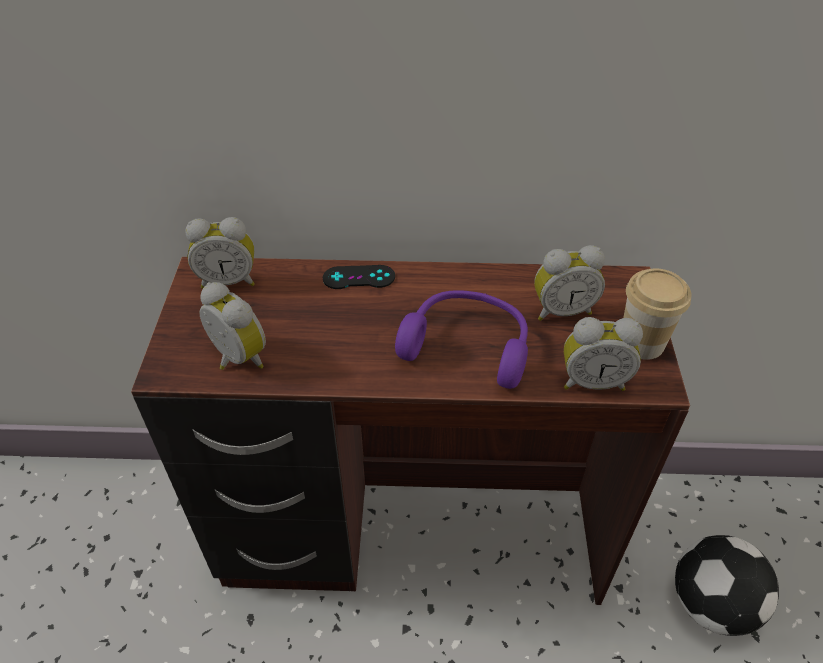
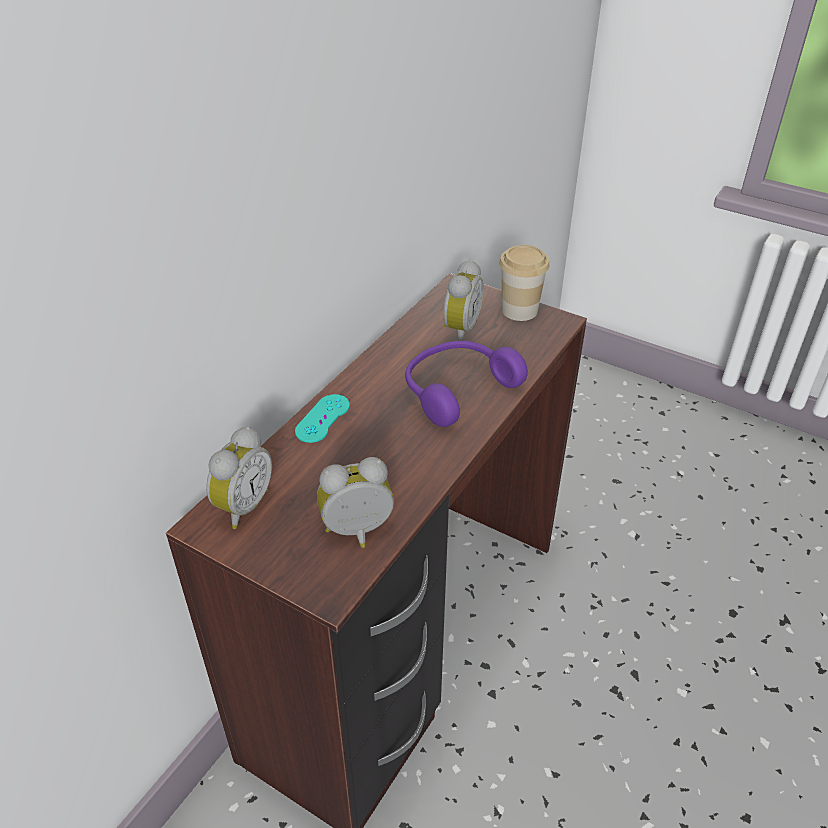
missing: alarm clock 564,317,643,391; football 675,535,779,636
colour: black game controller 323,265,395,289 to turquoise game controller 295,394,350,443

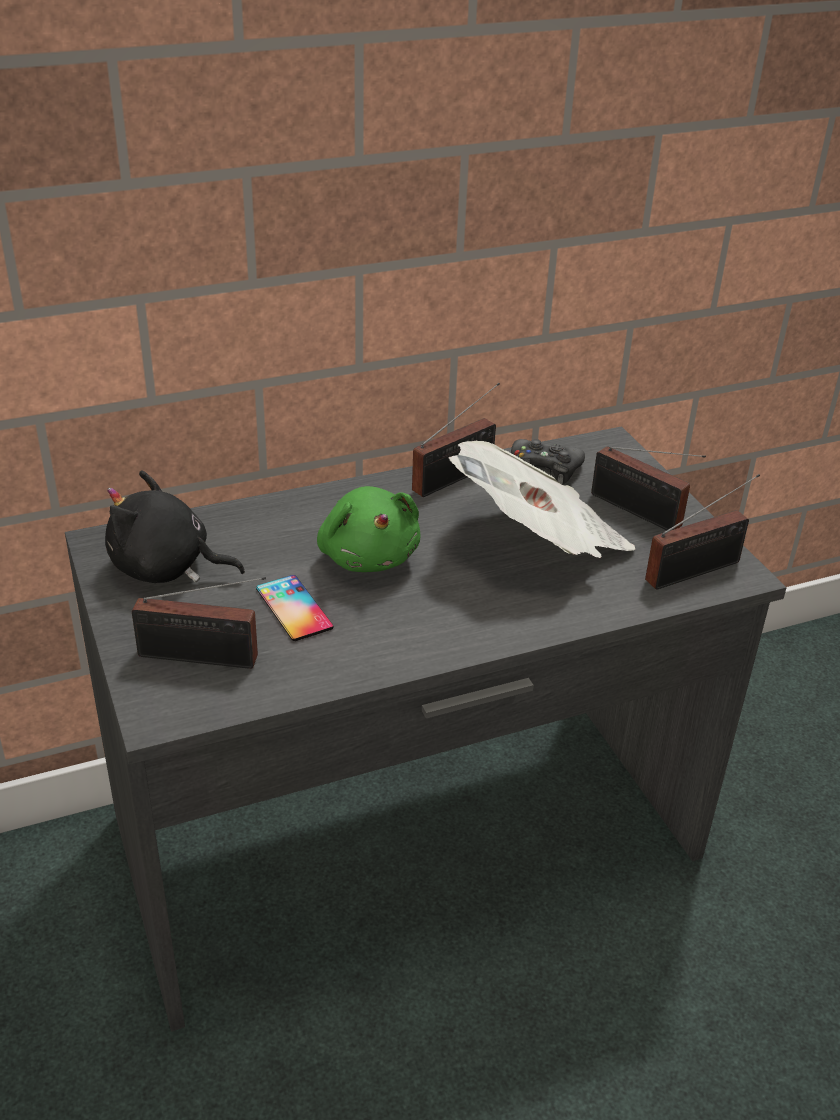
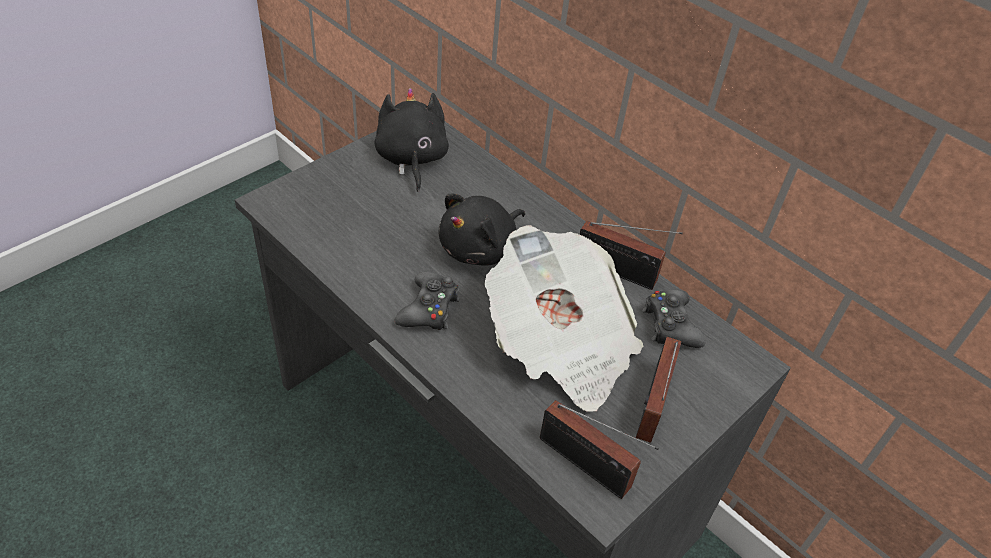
missing: radio 132,577,266,669; phone 256,575,333,641
appeared: black game controller 395,272,460,330
colour: green plush toy 317,486,421,572 to black plush toy 438,193,525,266

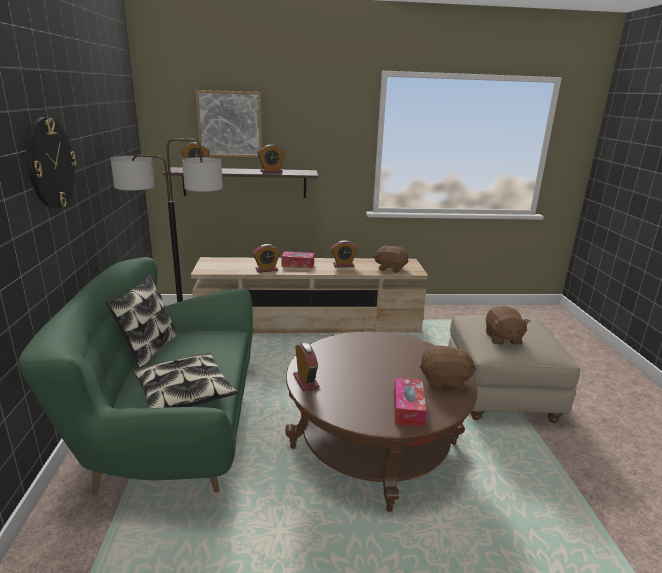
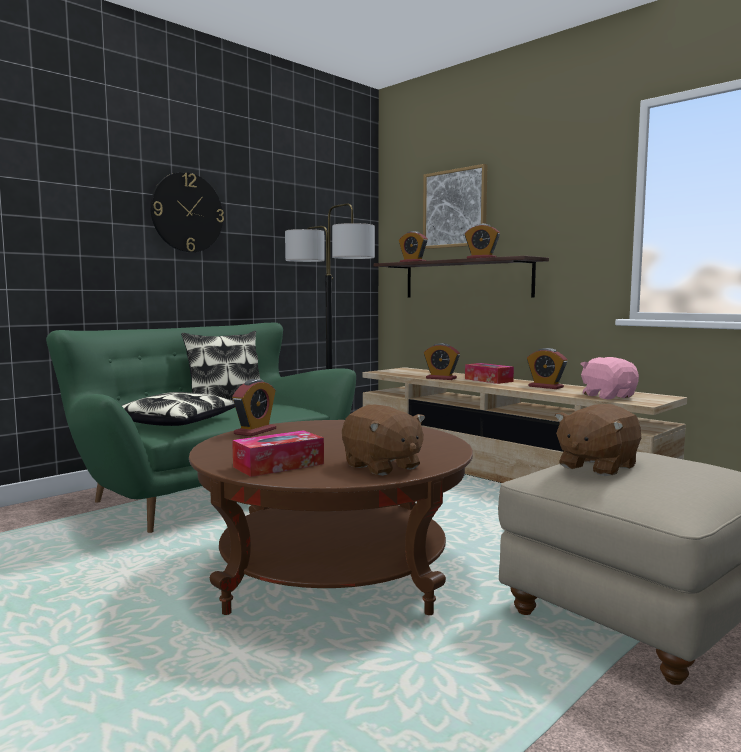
colour: brown plush toy 373,245,408,273 to pink plush toy 581,357,639,399

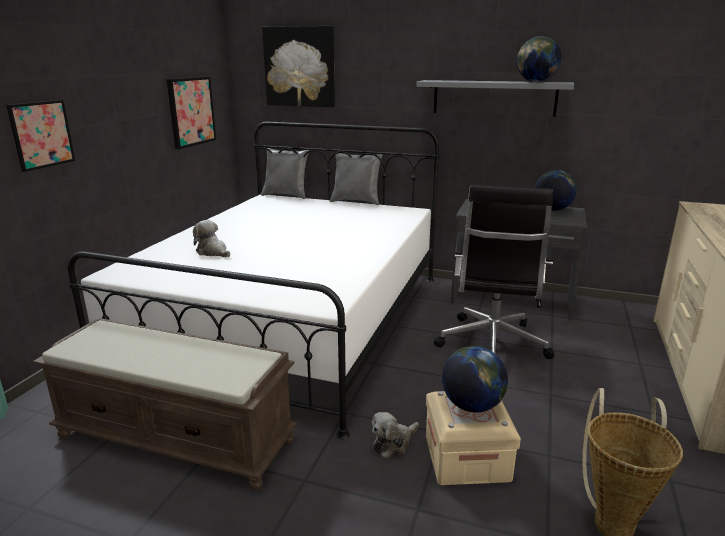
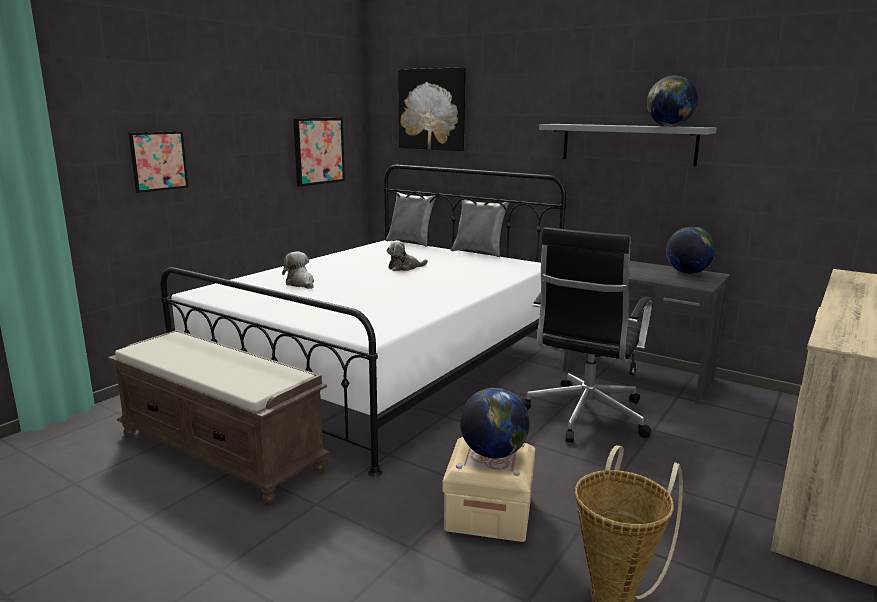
relocated: plush toy 372,412,419,458 to 387,240,428,271

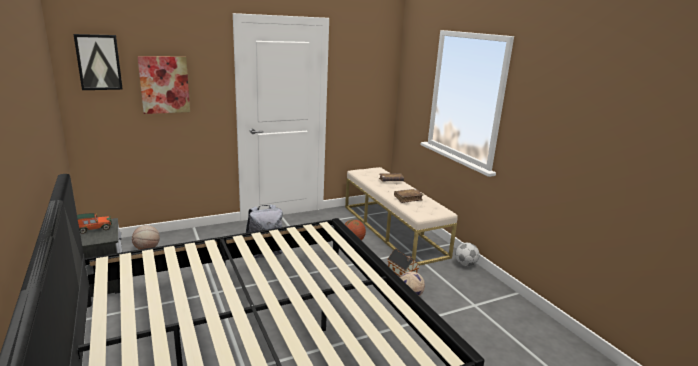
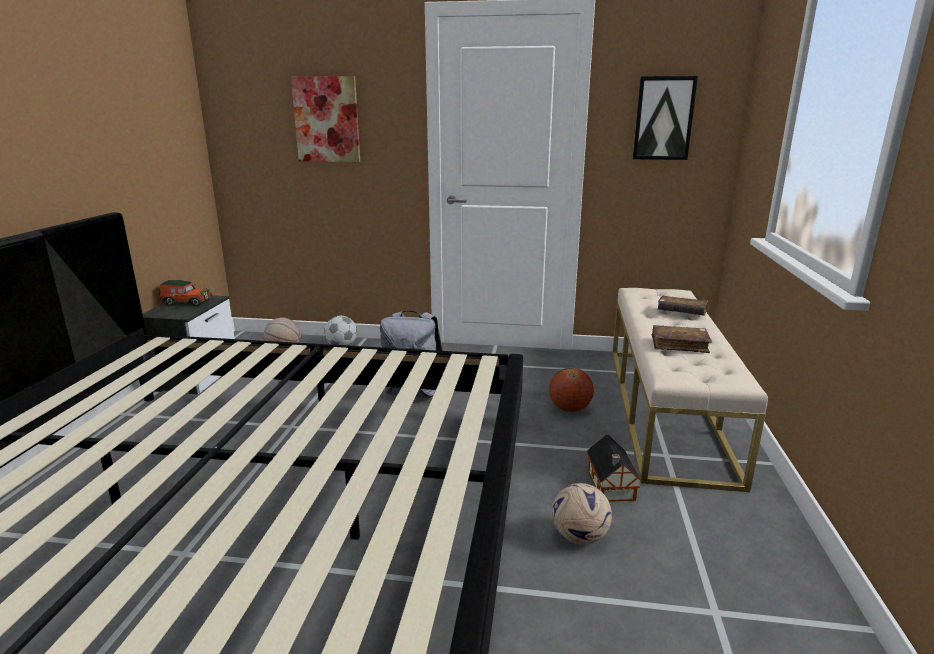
relocated: picture 73,34,123,90 to 633,76,698,160; football 455,243,479,266 to 324,316,357,346

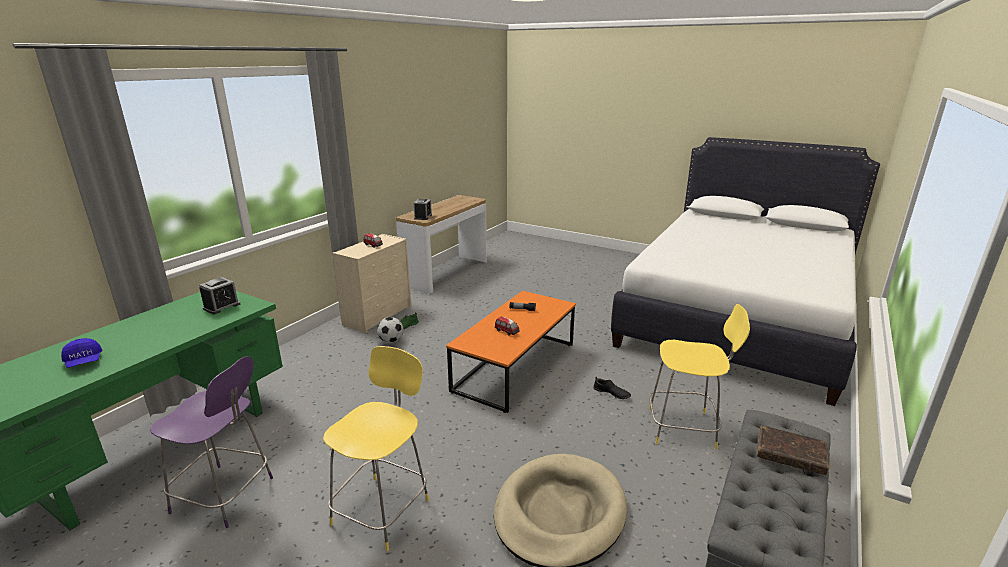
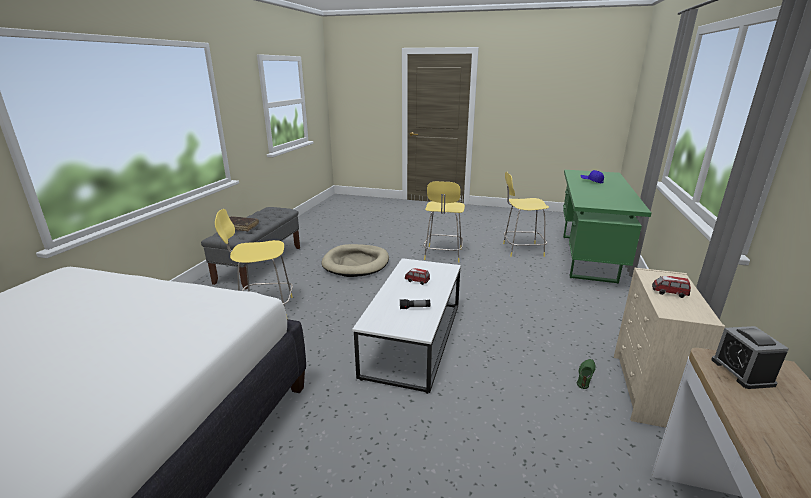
missing: alarm clock 199,277,240,314; football 377,317,404,343; black shoe 593,377,631,399
colour: purple stool 150,356,273,528 to yellow stool 503,171,549,257; orange coffee table 446,291,576,413 to white coffee table 352,258,461,394

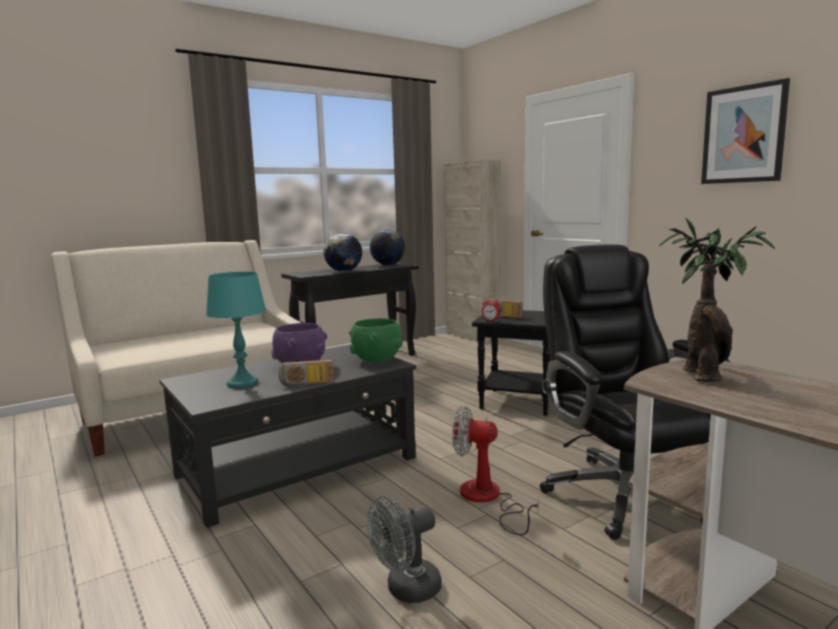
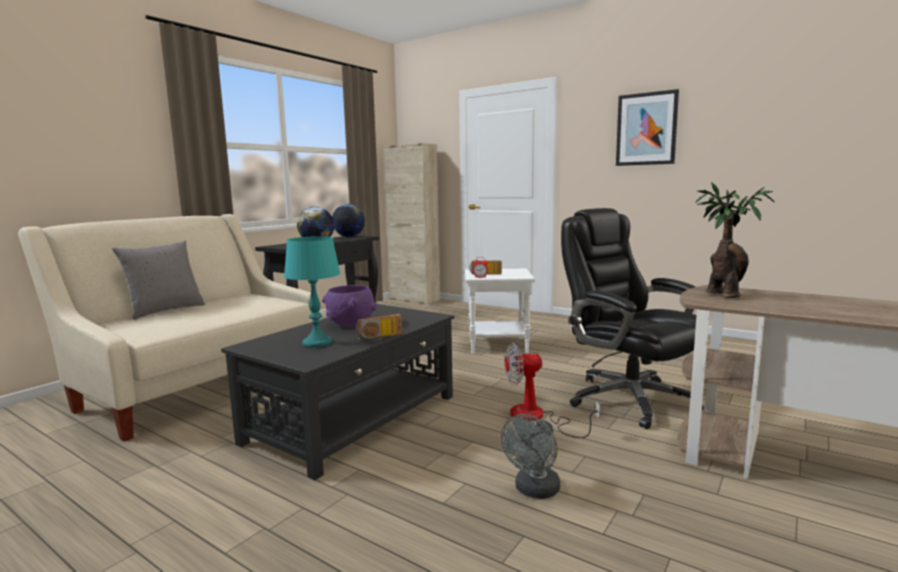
missing: green bowl 349,318,403,363
appeared: grey pillow 112,241,205,320
colour: black side table 472,310,549,416 to white side table 465,269,535,354

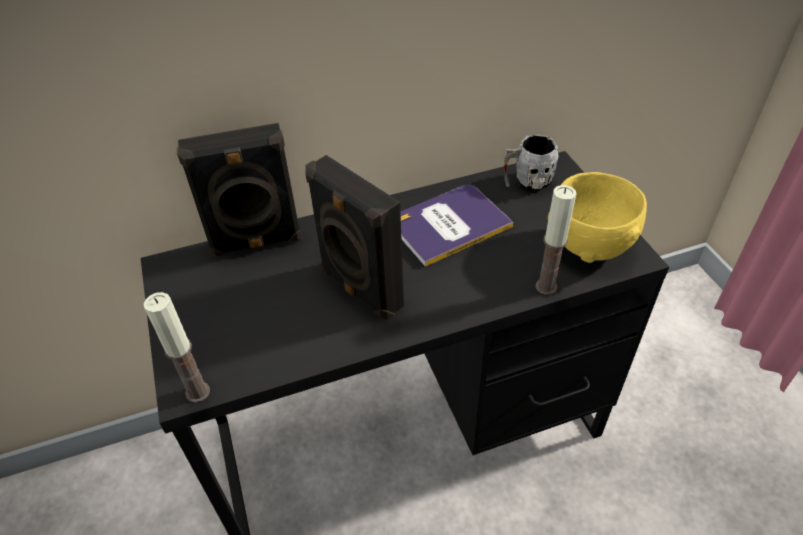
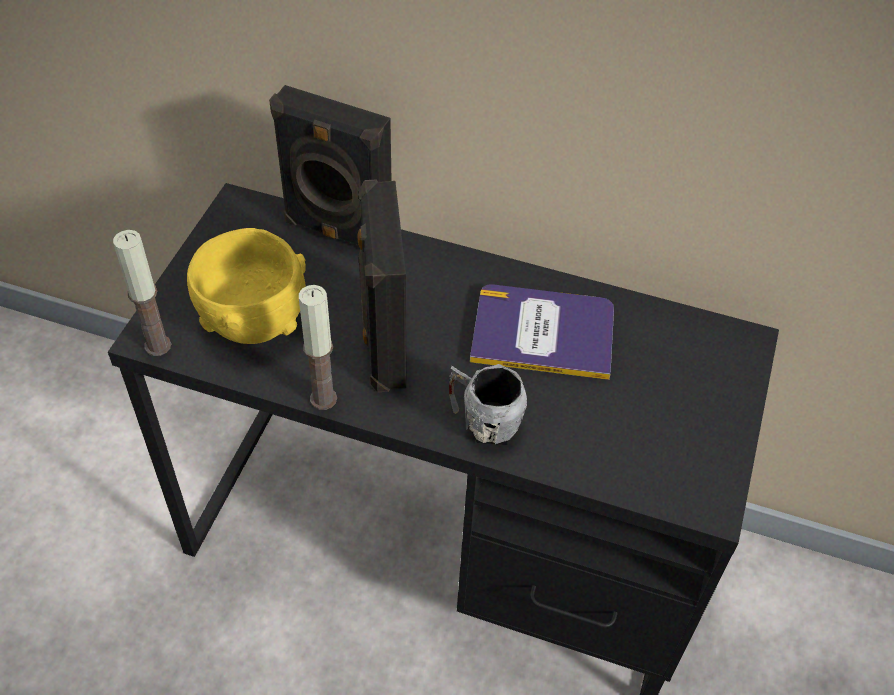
relocated: grey mug 504,135,558,192 to 449,364,527,445; candle 536,185,577,295 to 299,285,337,410; yellow bowl 548,172,647,263 to 187,228,306,344

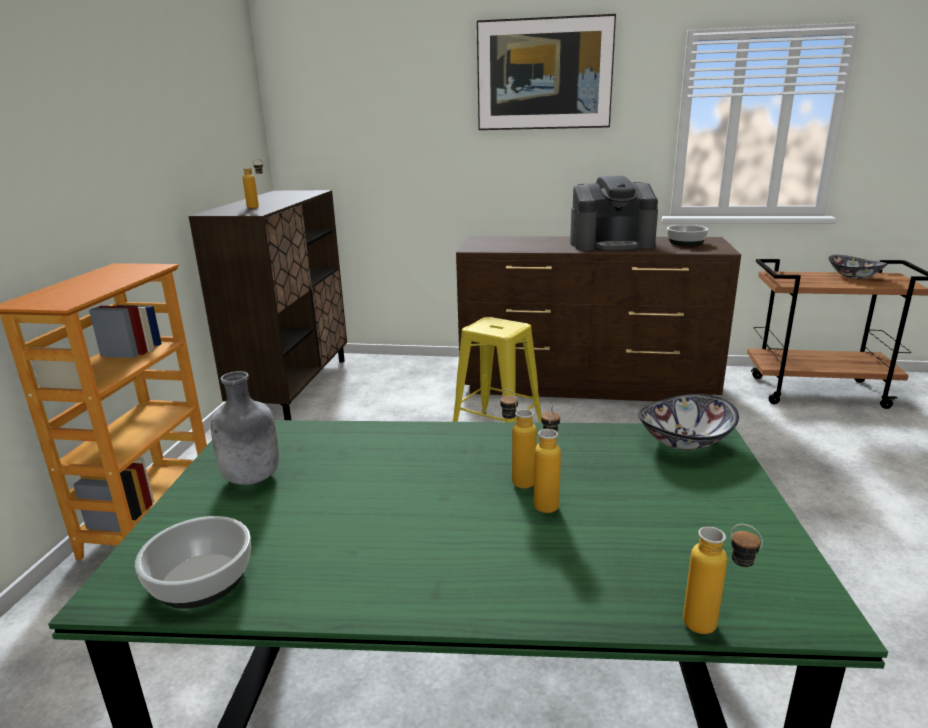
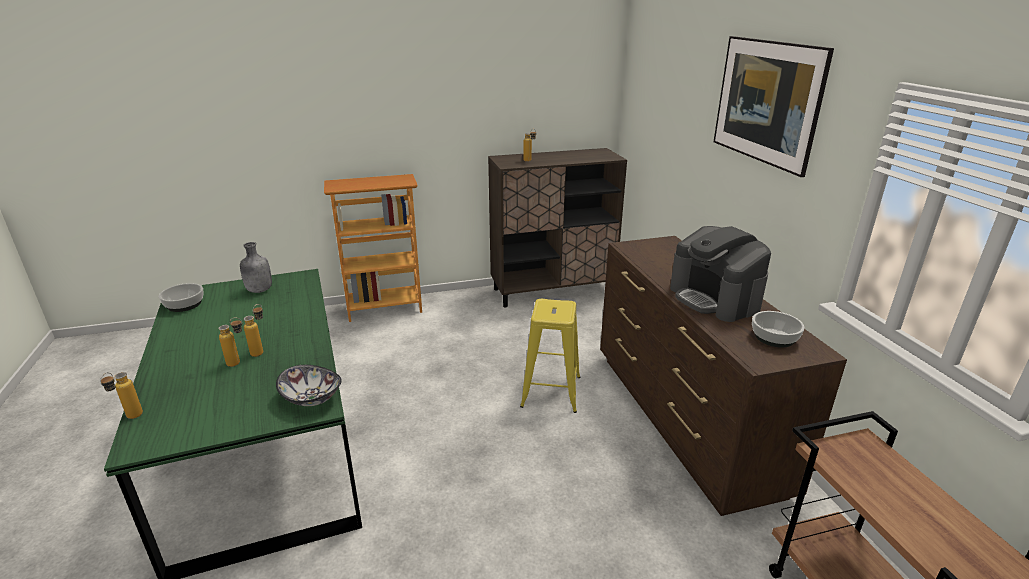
missing: bowl 829,255,888,279

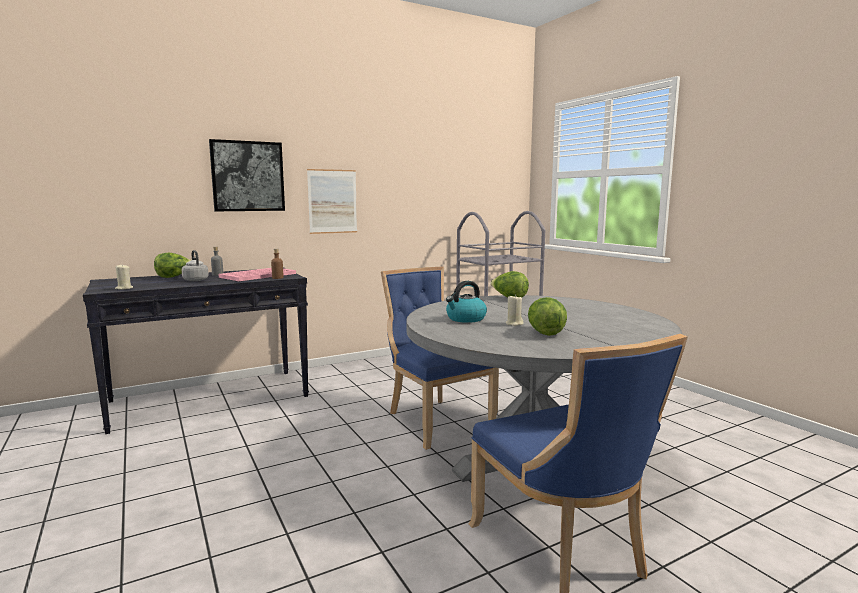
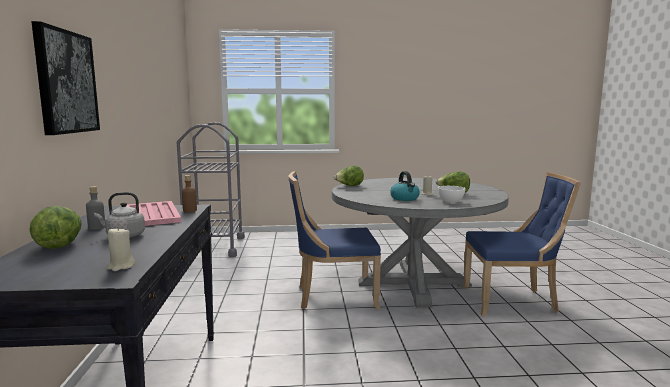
missing: picture 307,169,357,234
appeared: white bowl 438,186,466,203

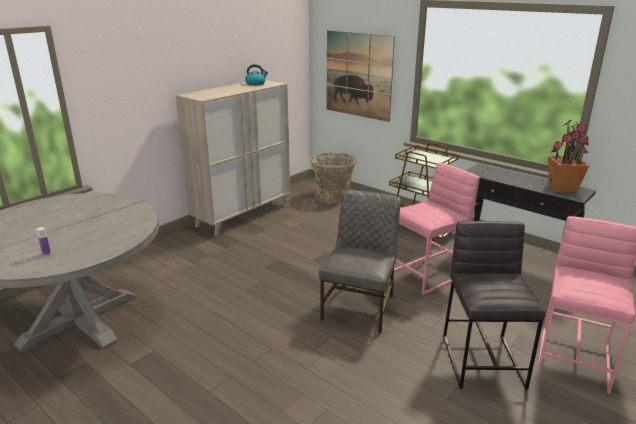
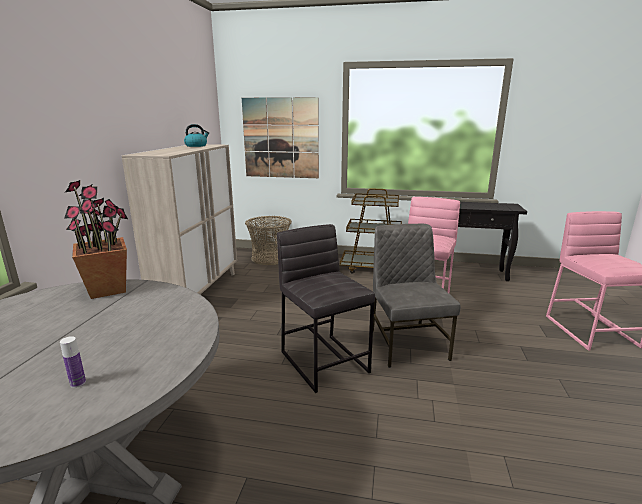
relocated: grey stool 443,221,546,390 to 277,224,375,393; potted plant 548,120,590,192 to 64,180,128,299

